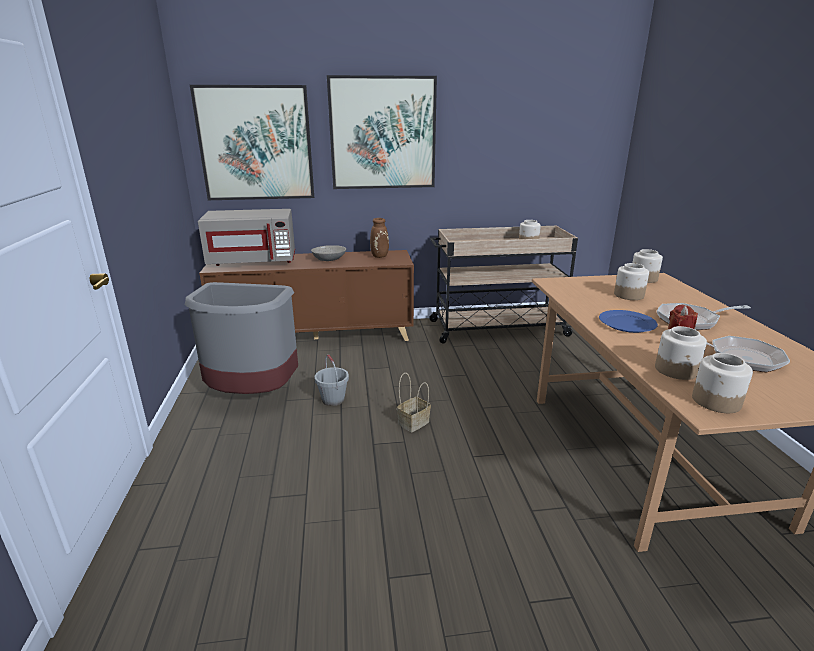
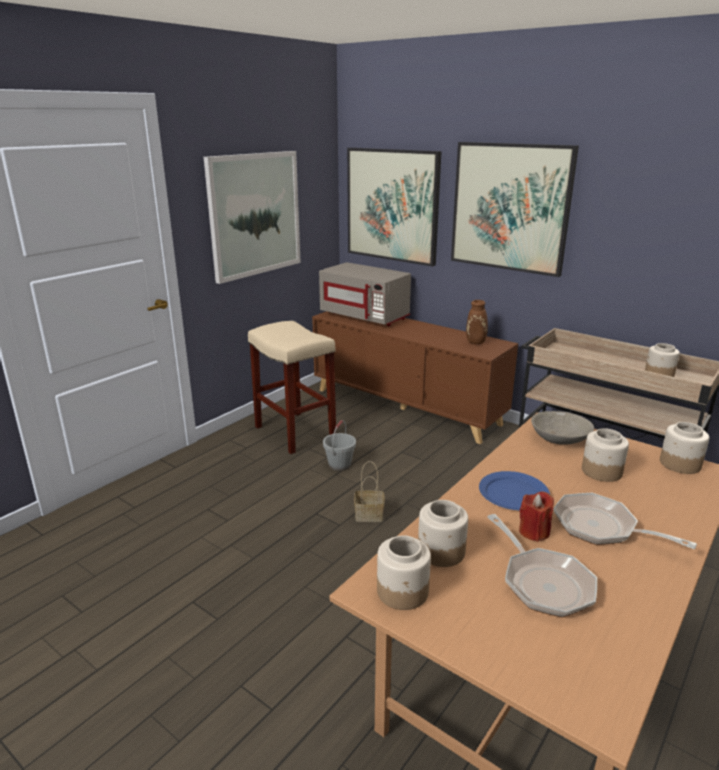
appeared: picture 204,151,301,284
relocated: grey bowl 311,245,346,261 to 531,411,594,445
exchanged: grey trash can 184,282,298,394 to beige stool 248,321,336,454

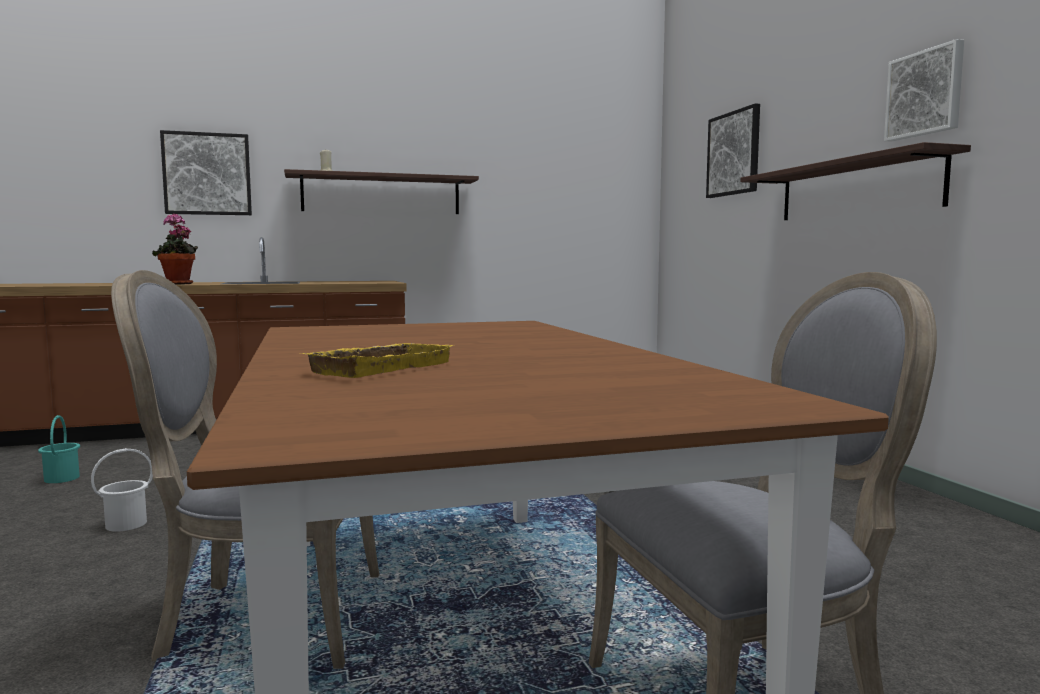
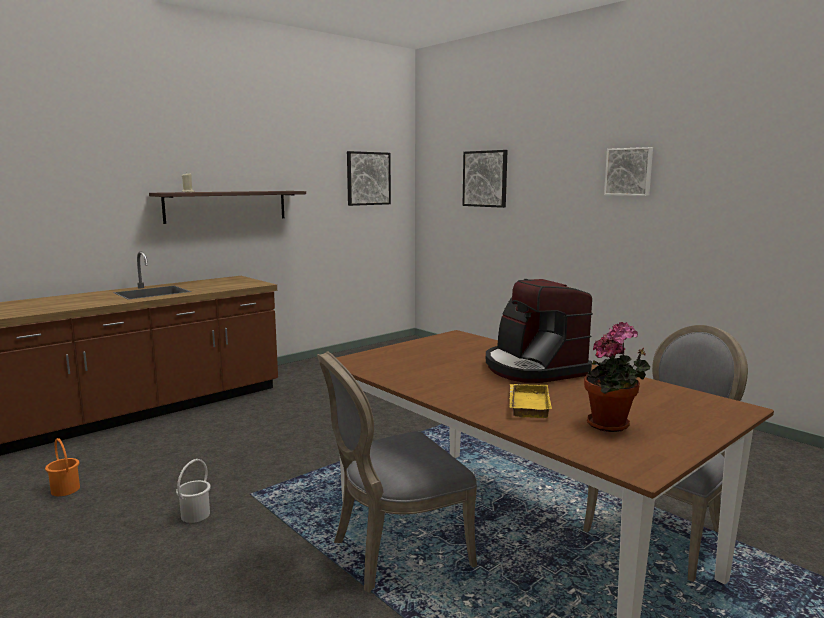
missing: shelf 741,142,971,220
appeared: coffee machine 486,279,593,383
relocated: potted plant 152,213,198,285 to 584,322,650,432; picture 160,130,252,215 to 347,151,391,206
colour: turquoise bucket 38,415,80,483 to orange bucket 45,438,80,496

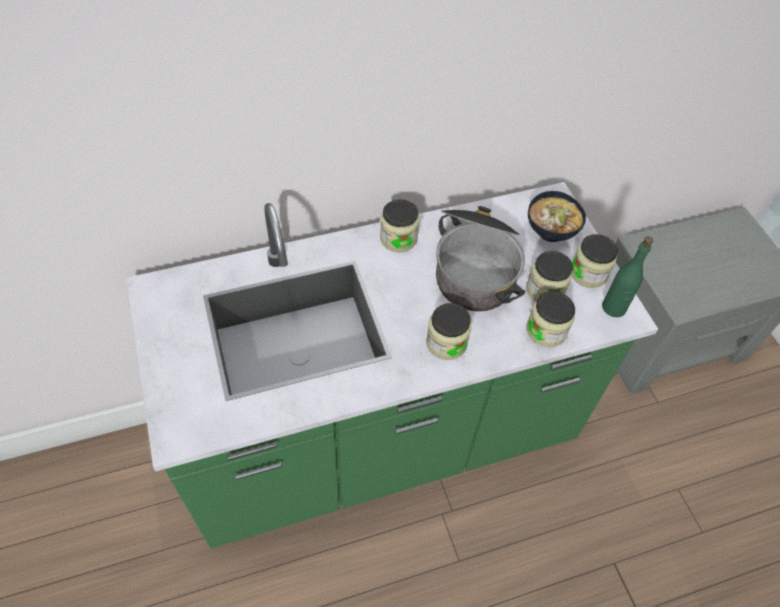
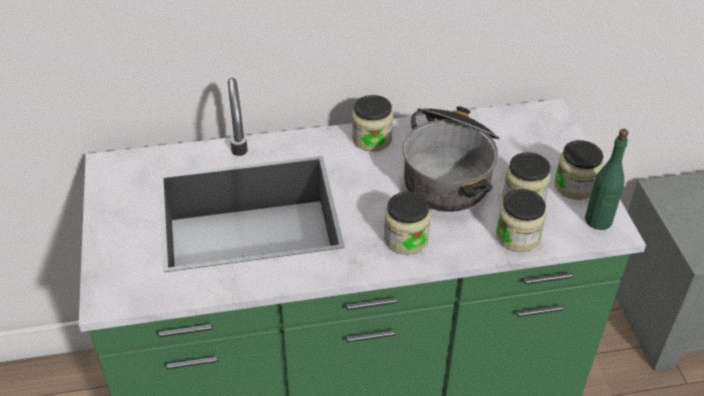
missing: bowl 528,191,586,242

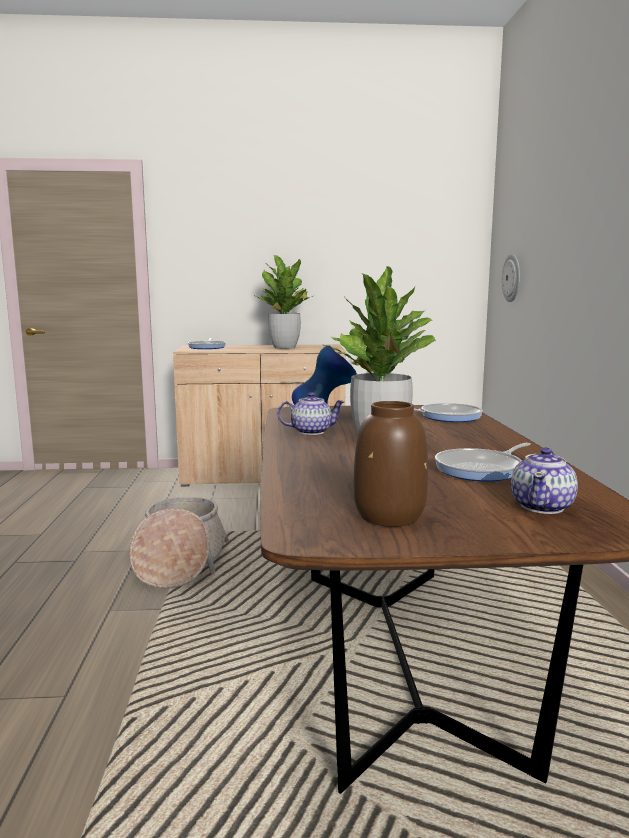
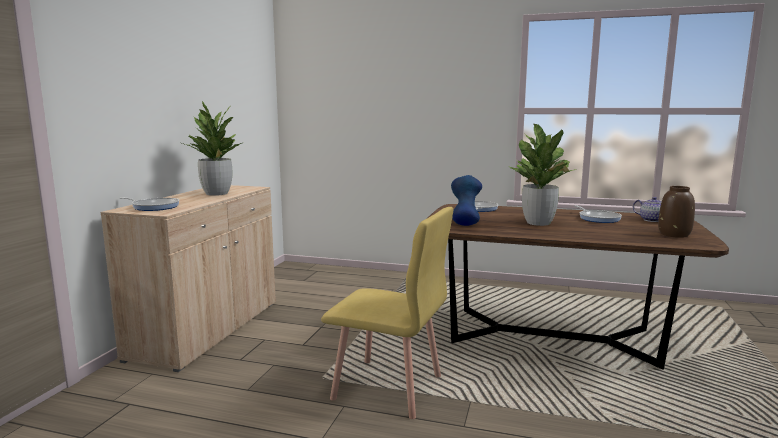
missing: teapot 278,392,345,435; wall clock 502,254,520,302
exchanged: basket 129,497,229,589 to yellow chair 321,207,453,419

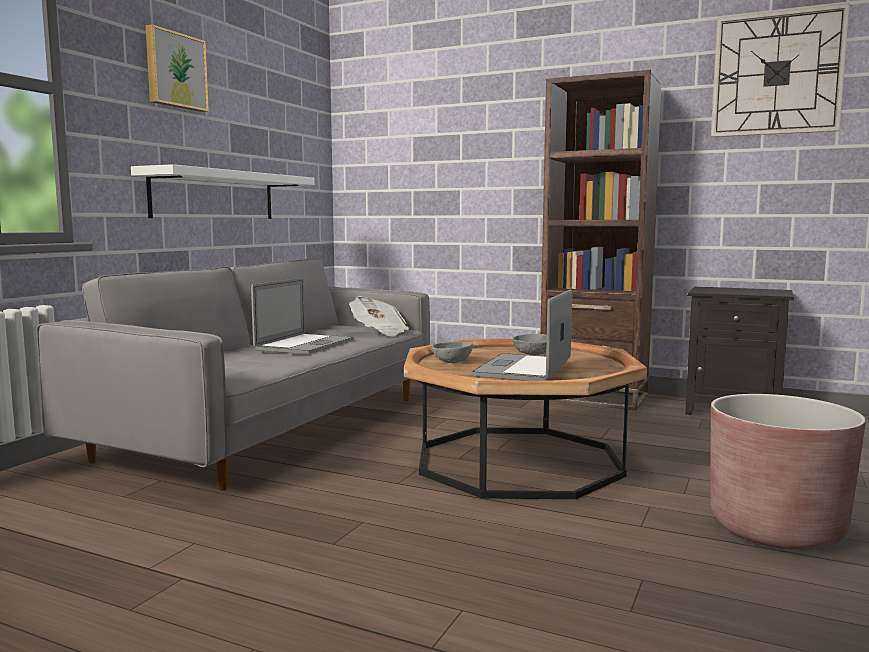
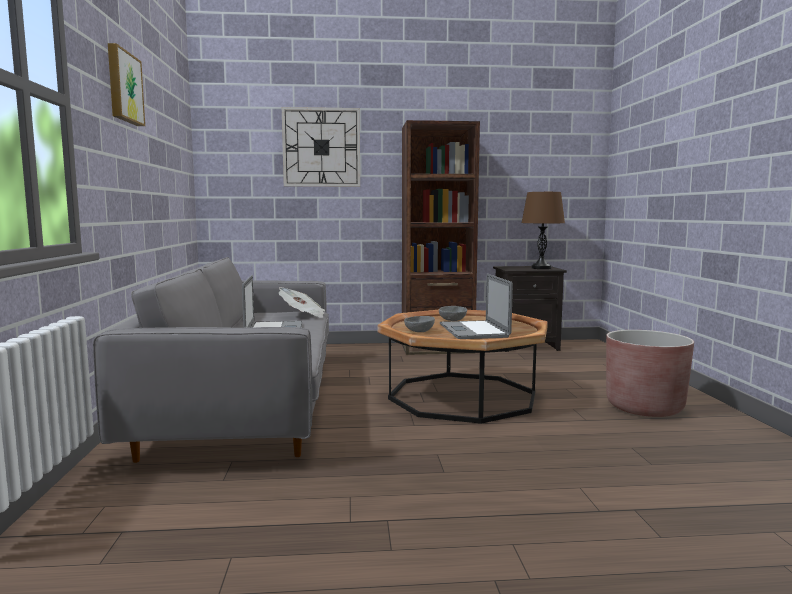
missing: white shelf 131,164,315,219
appeared: brown table lamp 522,192,565,269
relocated: wall clock 711,3,850,137 to 282,107,360,187

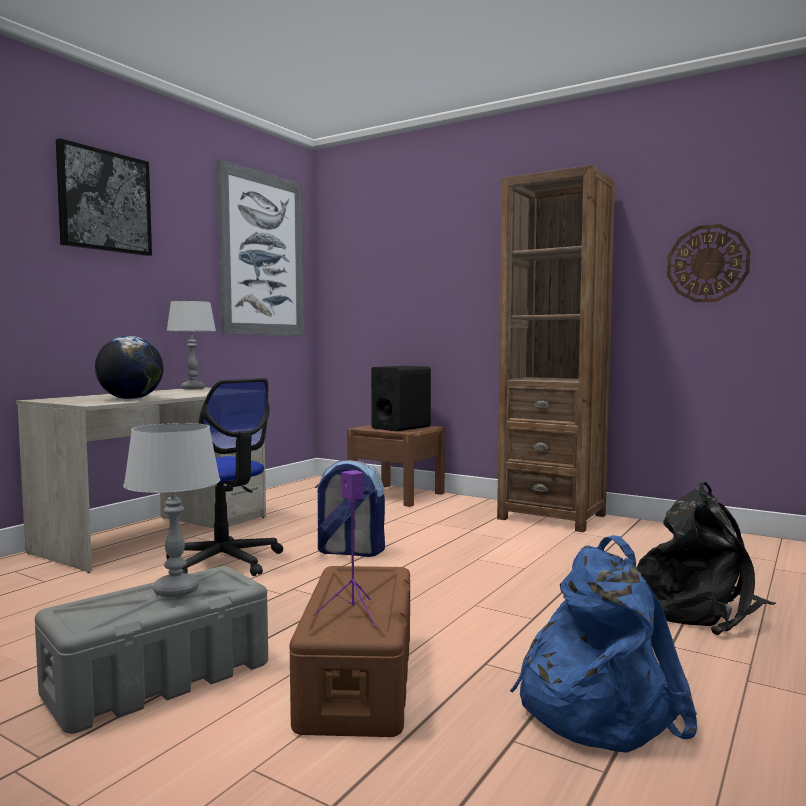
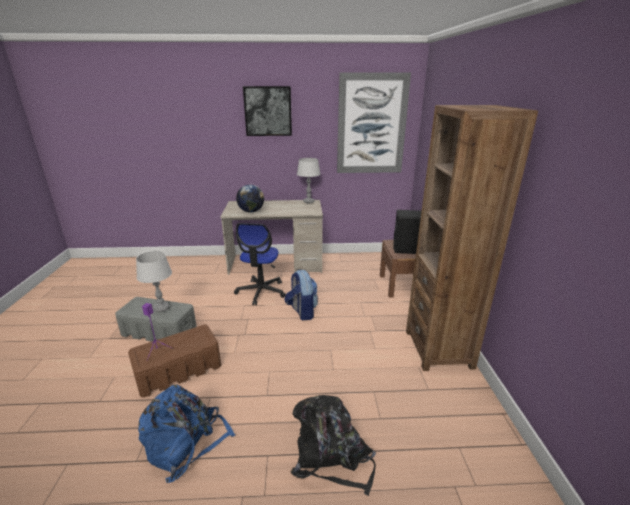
missing: wall clock 667,224,751,302

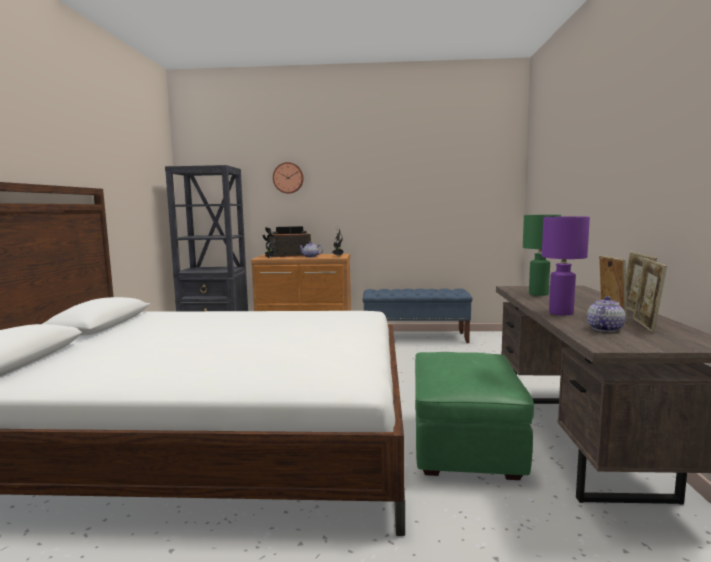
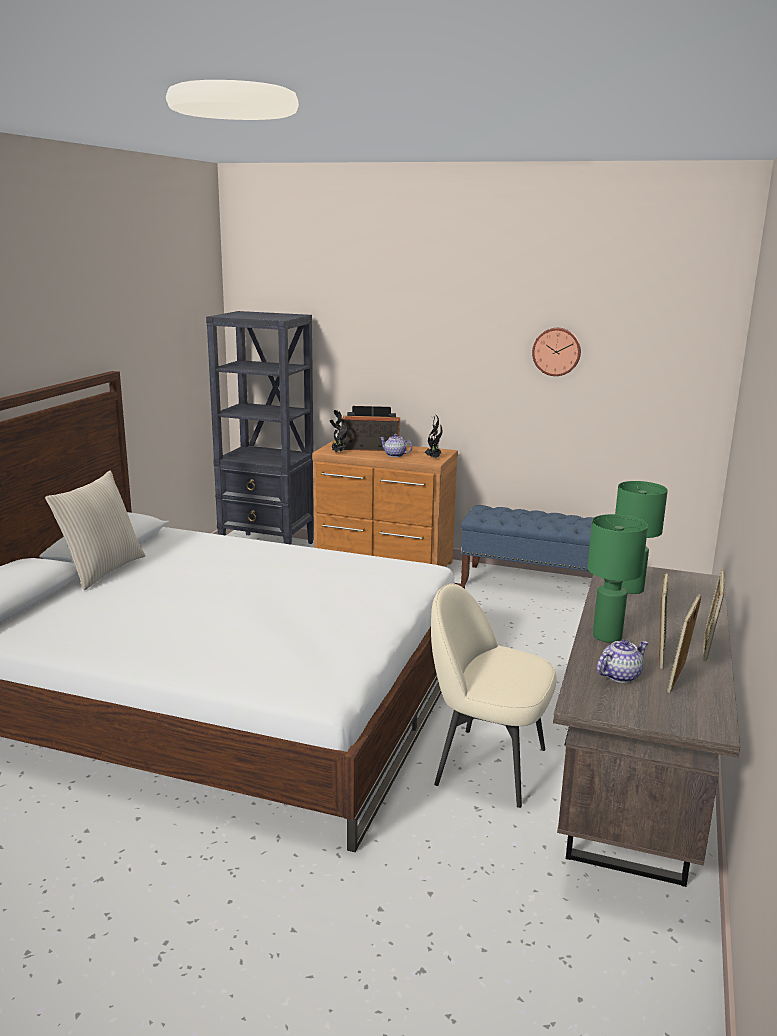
appeared: beige pillow 45,470,145,590
relocated: wall clock 273,162,304,194 to 532,328,581,376
exchanged: green ottoman 415,352,534,480 to beige chair 431,583,556,808
colour: purple table lamp 542,216,590,316 to green table lamp 587,514,648,643

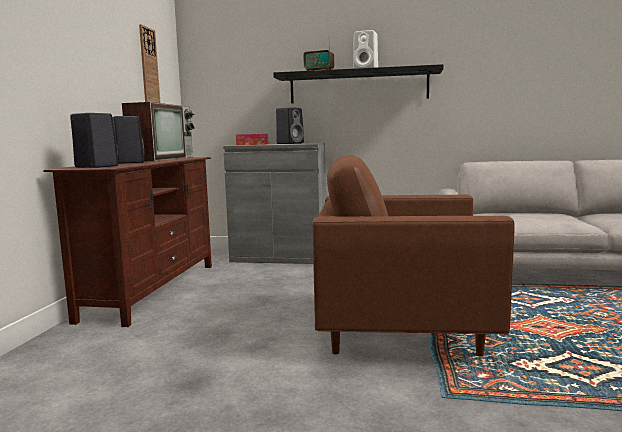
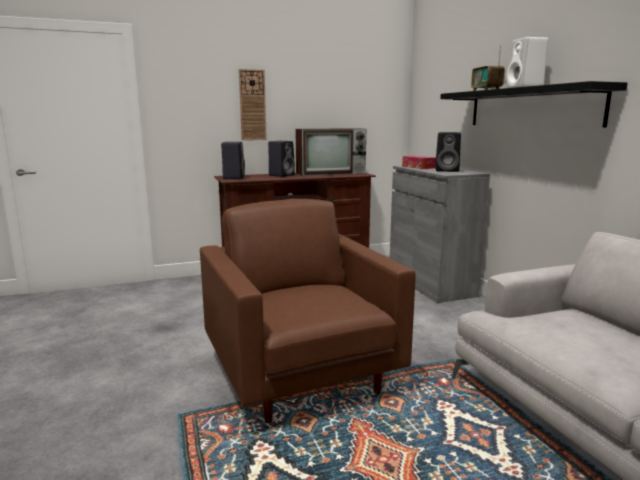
relocated: wall clock 139,24,161,103 to 239,69,267,140

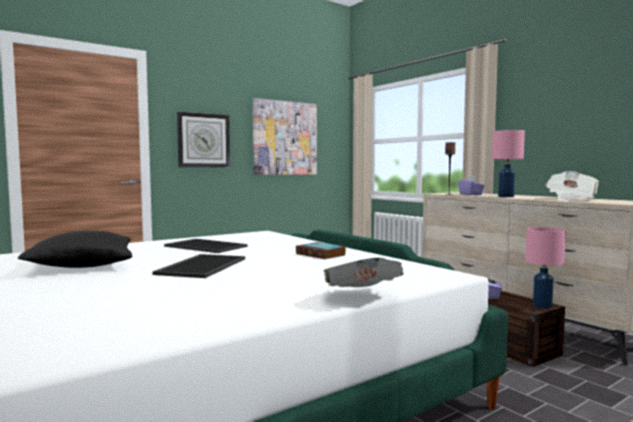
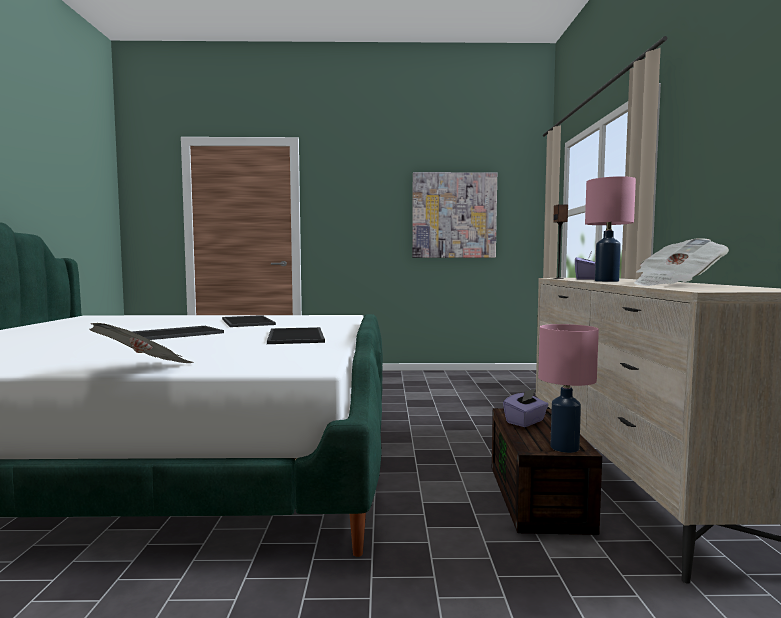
missing: black pillow 18,231,132,268; wall clock 177,112,230,167
exchanged: book 296,242,346,259 to tray 267,327,325,344

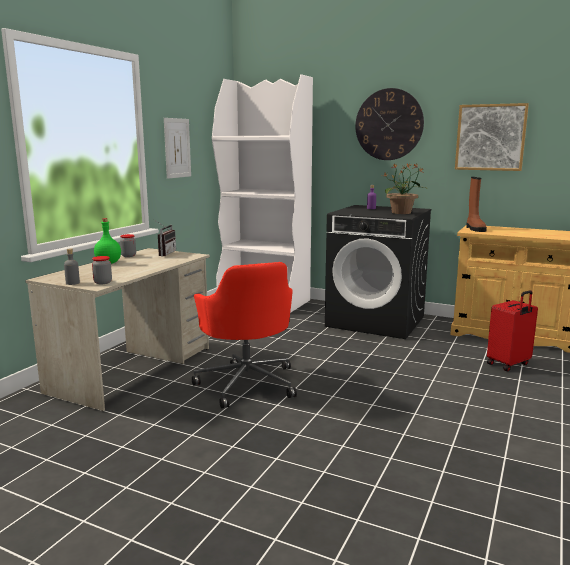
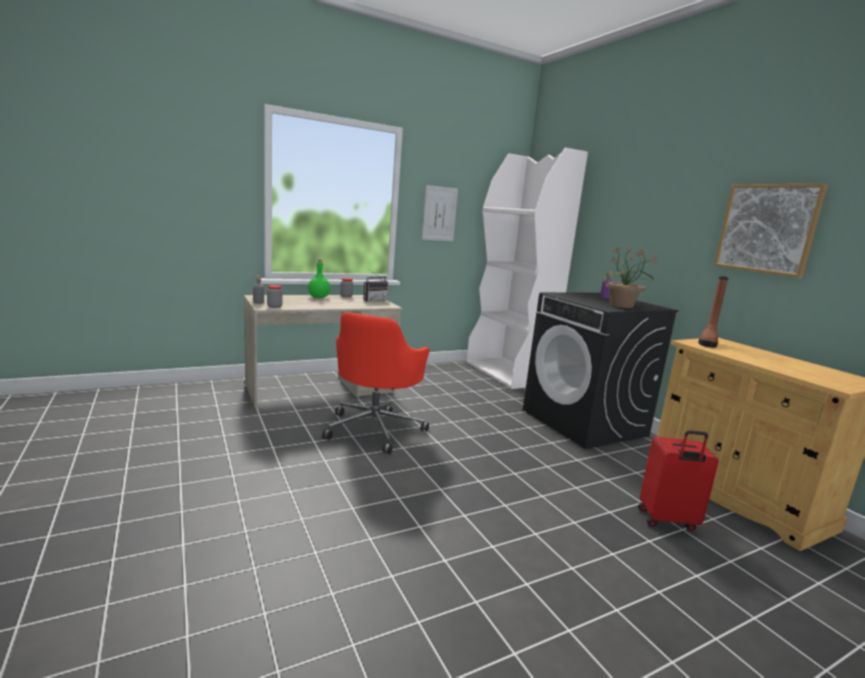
missing: wall clock 355,88,424,160

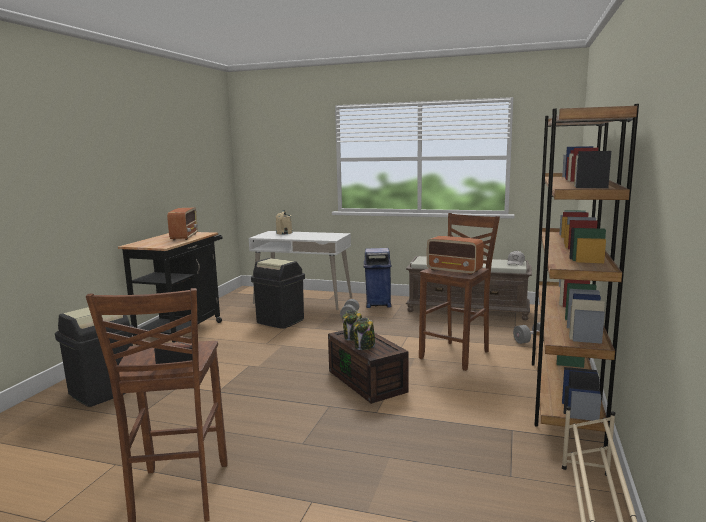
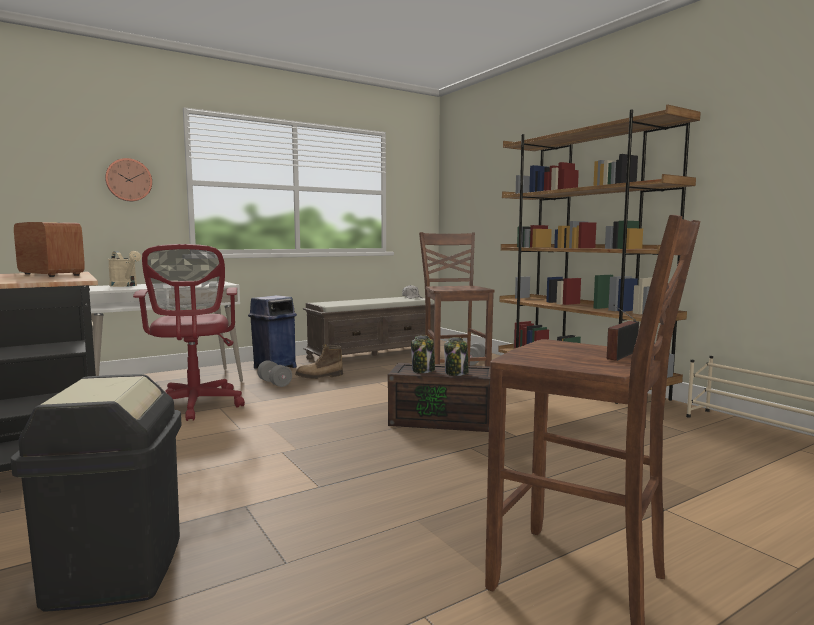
missing: radio 427,236,484,275
appeared: wall clock 105,158,152,201; boot 295,344,343,379
exchanged: black trash can 251,258,305,329 to red office chair 133,244,245,421

